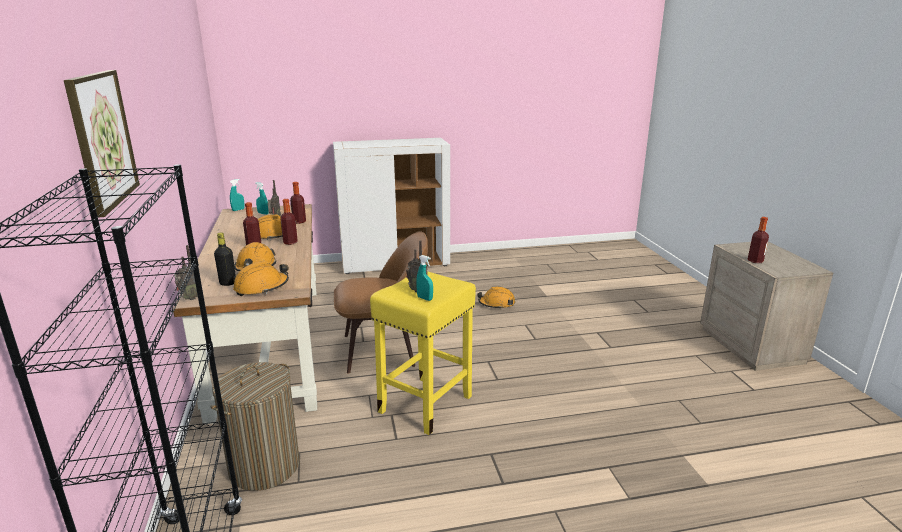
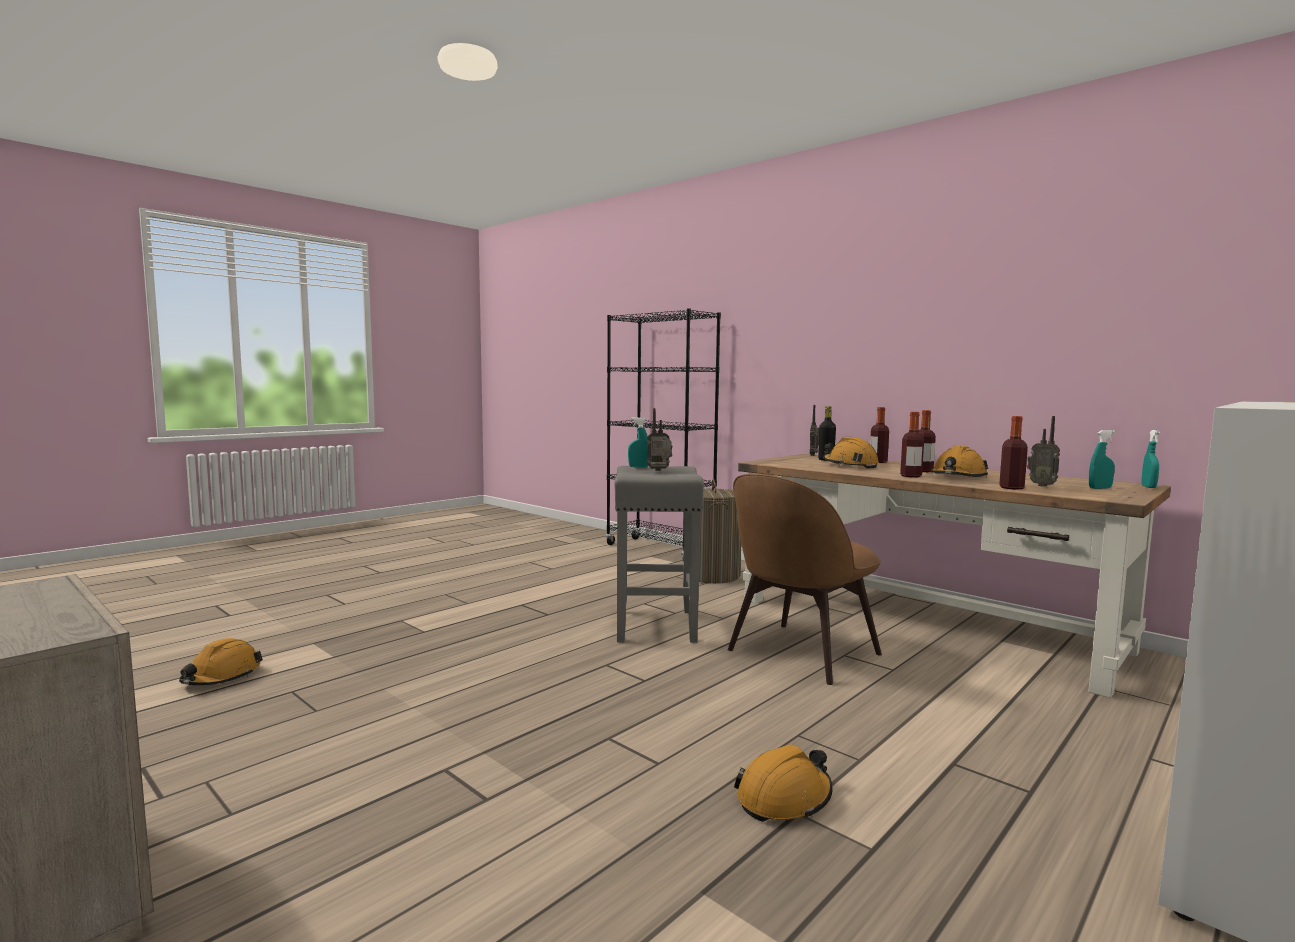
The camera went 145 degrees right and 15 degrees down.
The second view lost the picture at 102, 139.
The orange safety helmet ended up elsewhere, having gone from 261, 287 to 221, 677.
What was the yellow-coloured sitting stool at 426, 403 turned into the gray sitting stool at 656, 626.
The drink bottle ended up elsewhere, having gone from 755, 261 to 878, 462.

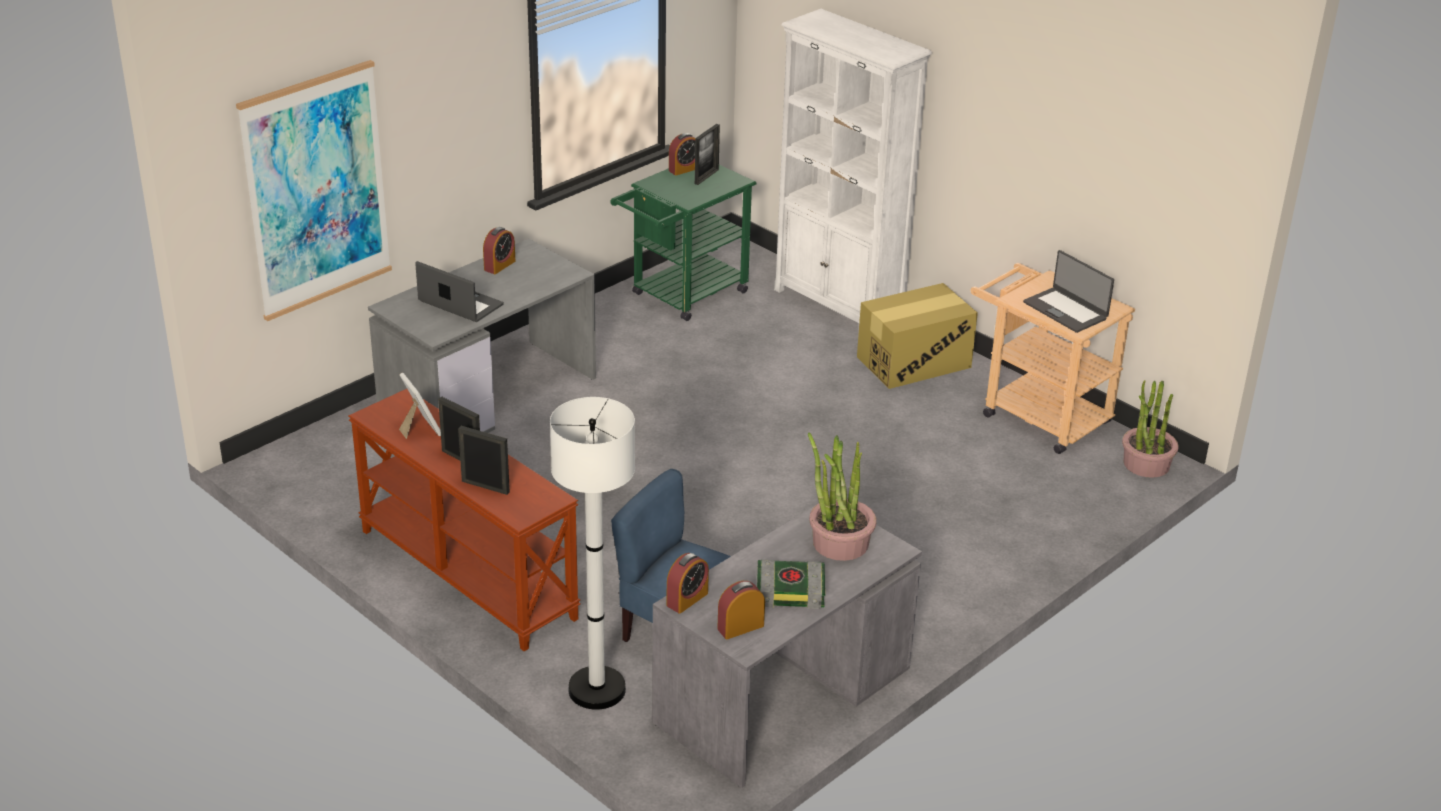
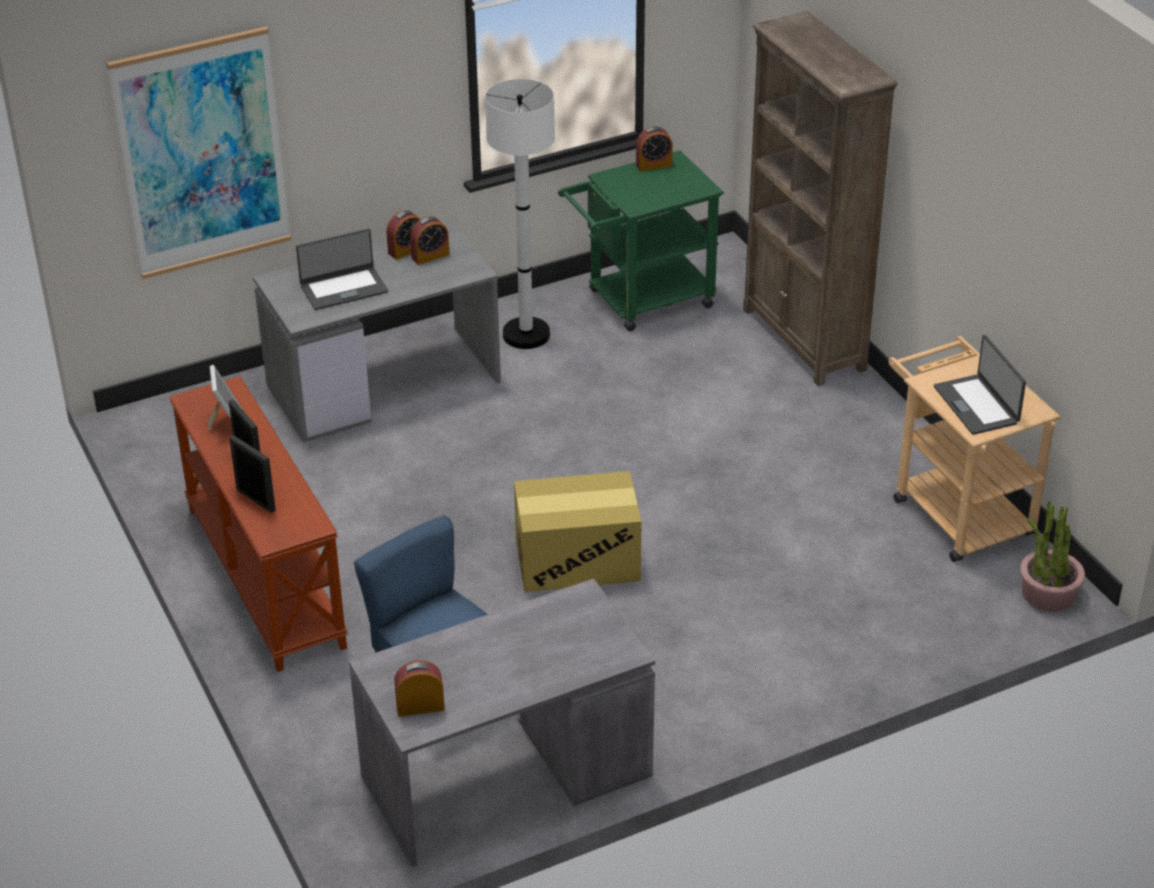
The camera went 20 degrees right and 5 degrees up.
The notebook computer at 460, 304 ended up facing another way, 105 degrees clockwise from before.
The whitish standing lamp ended up elsewhere, having gone from 597, 690 to 526, 335.
The bedside clock ended up elsewhere, having gone from 687, 599 to 430, 256.
The second view lost the standing frame at 706, 176.
The second view lost the book at 791, 590.
What was the whitish bookcase at 839, 305 turned into the brownish bookcase at 804, 340.
The second view lost the plant in a pot at 840, 543.
The cardboard box ended up elsewhere, having gone from 914, 362 to 578, 560.

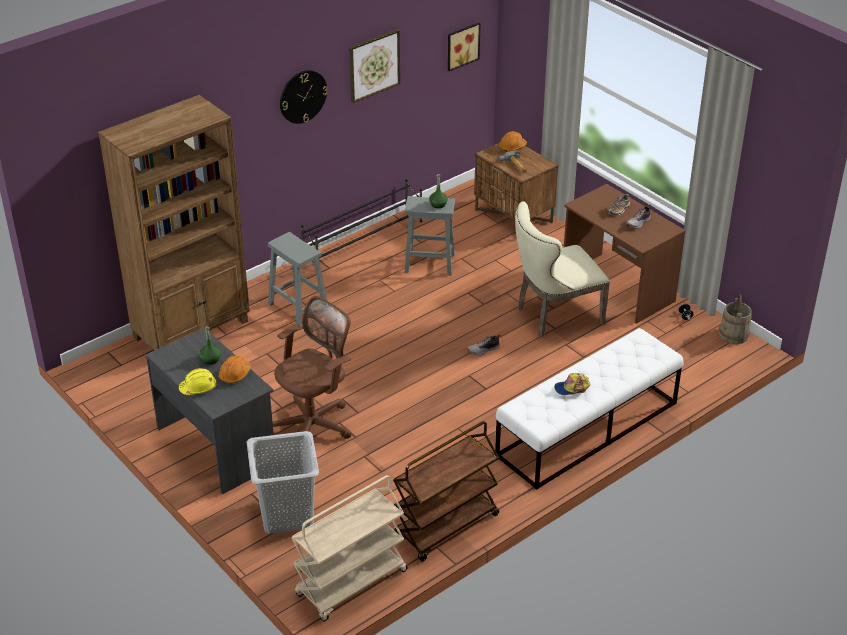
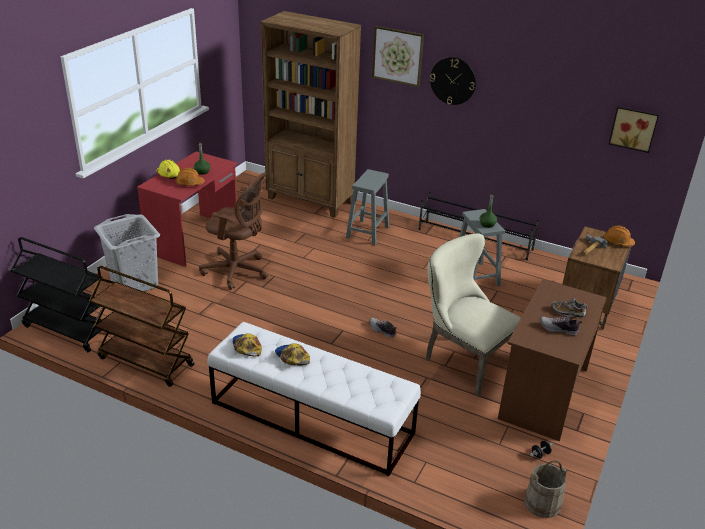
The camera went 65 degrees right and 5 degrees down.
What was the gray desk at 217, 446 turned into the reddish desk at 194, 239.
What was the beige cart at 351, 584 turned into the blackish cart at 67, 330.
The picture ended up elsewhere, having gone from 374, 65 to 397, 56.
The second view gained the peaked cap at 246, 347.

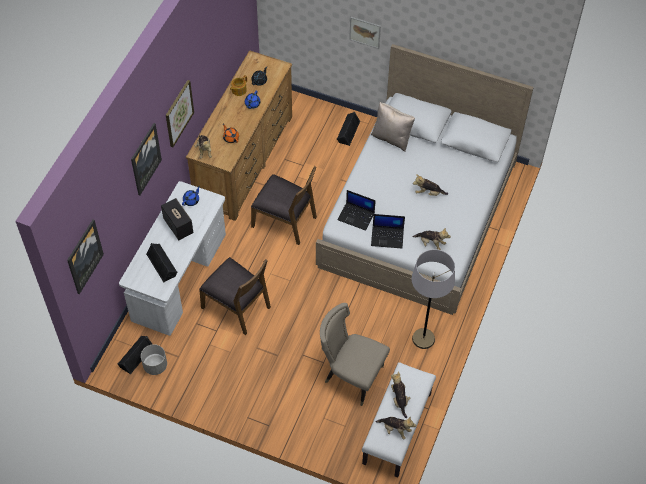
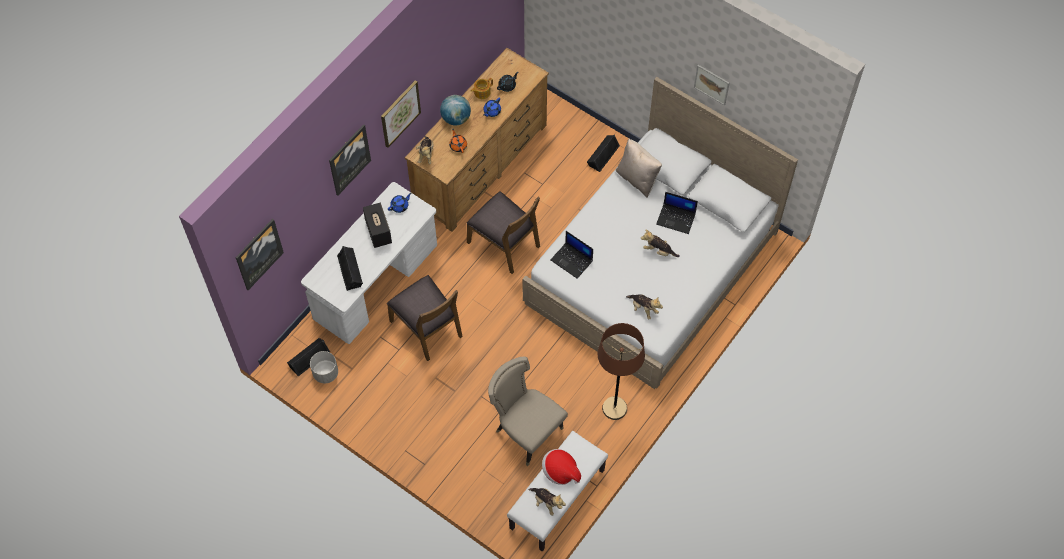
The camera went 15 degrees right and 5 degrees up.
The picture ended up elsewhere, having gone from 365, 32 to 711, 84.
The notebook computer ended up elsewhere, having gone from 387, 237 to 676, 218.
Where the plush toy stood at 399, 399, the wearable hat came to stand at 560, 471.
What was the gray standing lamp at 423, 339 turned into the brownish standing lamp at 614, 408.
The second view gained the desk globe at 456, 118.

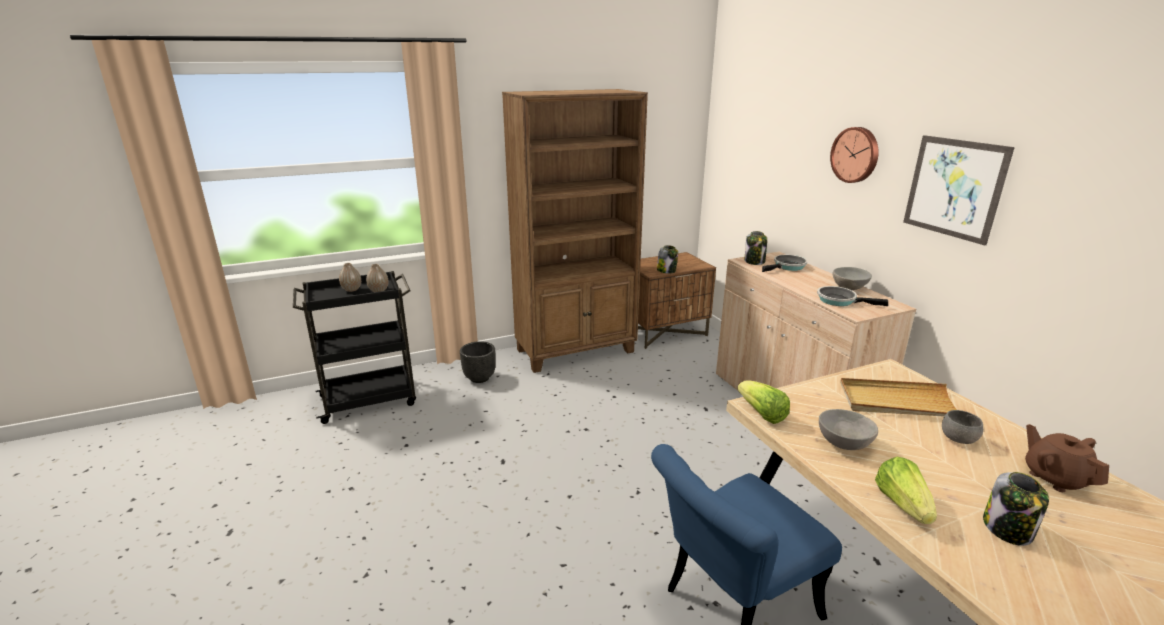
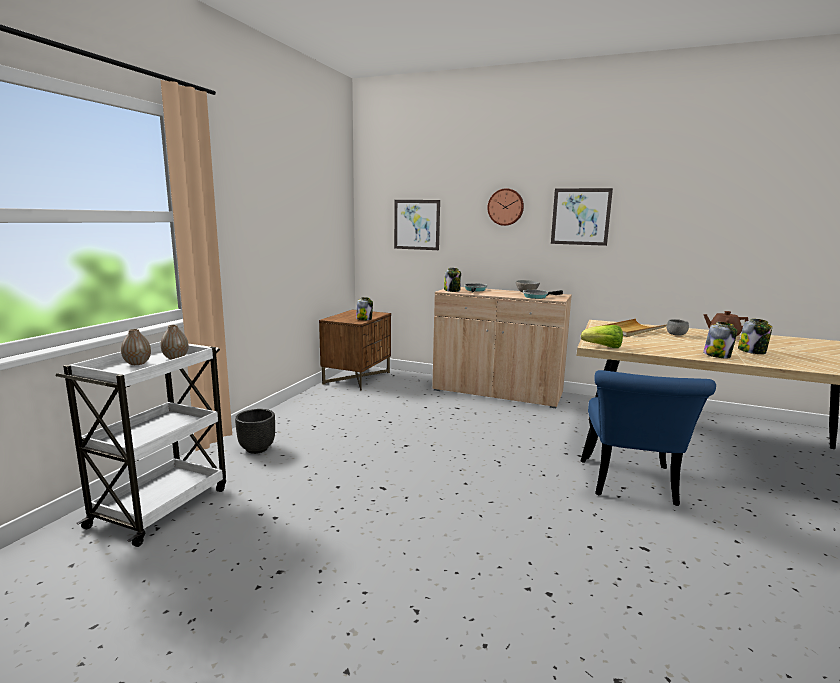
The camera went 45 degrees left and 10 degrees down.
What was the blackish cart at 370, 400 turned into the whitish cart at 162, 506.
The second view lost the brownish bookcase at 576, 351.
The second view lost the gray bowl at 843, 443.
Where the lettuce head stood at 902, 504, the preserve jar came to stand at 717, 355.
The second view gained the picture at 416, 224.

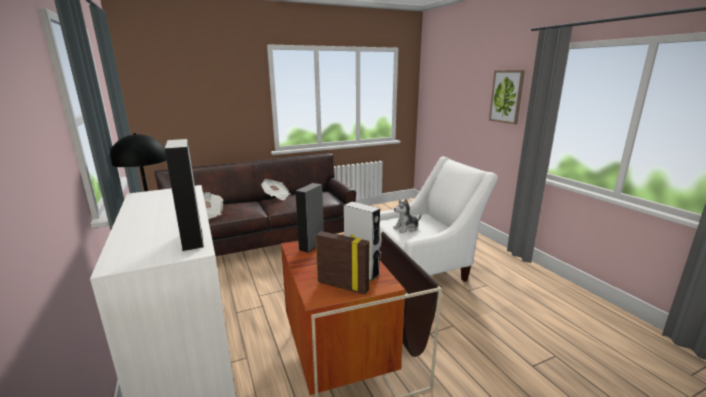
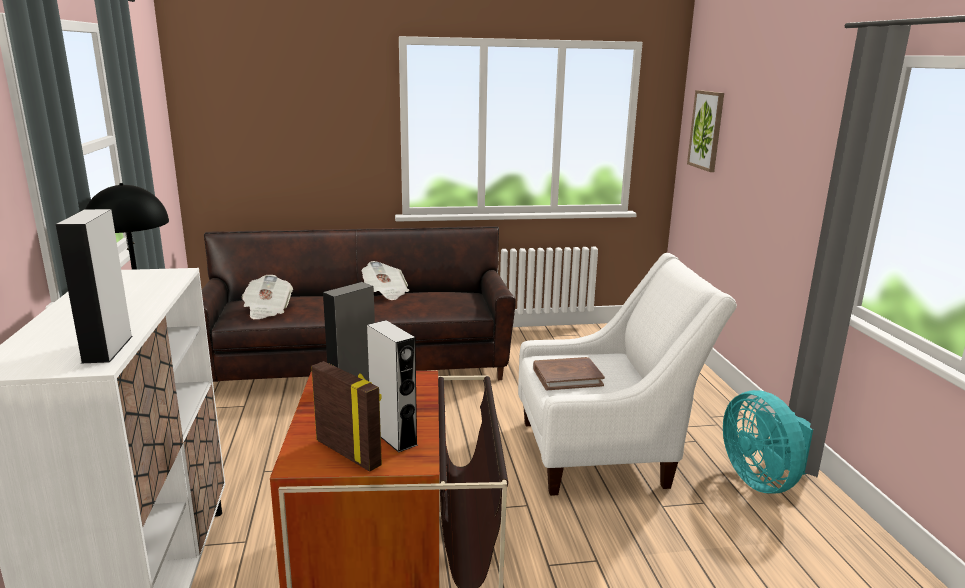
The camera went 15 degrees right and 0 degrees up.
Where the plush toy stood at 406, 228, the brownish book came to stand at 567, 377.
The picture ended up elsewhere, having gone from 506, 96 to 706, 130.
The second view gained the blue-green cooling fan at 762, 480.

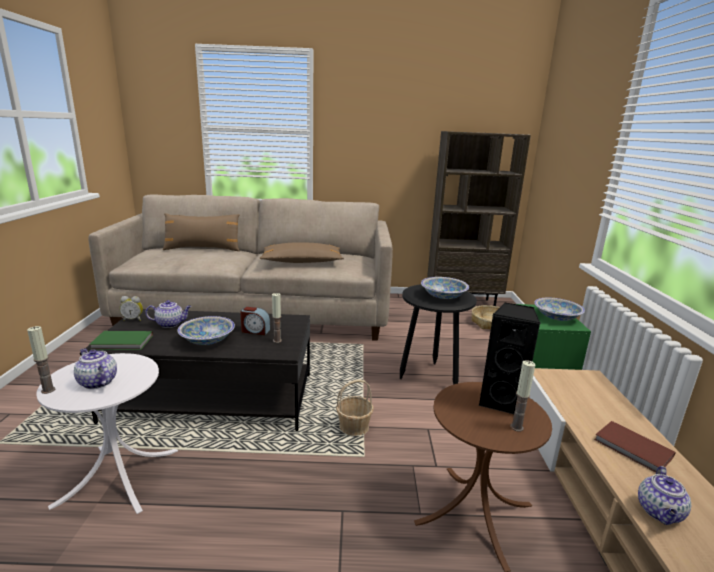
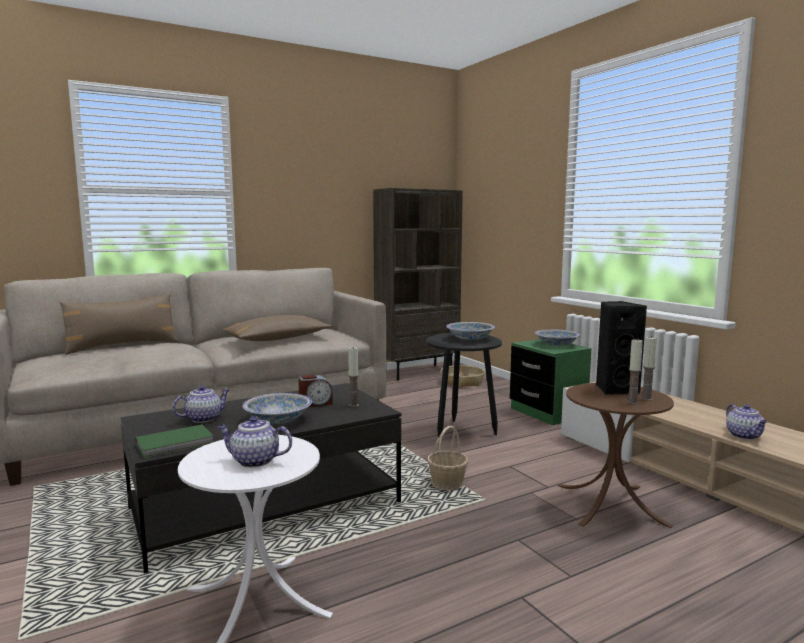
The camera went 30 degrees left and 10 degrees down.
The wax light ended up elsewhere, having gone from 48, 390 to 632, 402.
The second view lost the bedside clock at 133, 319.
The second view lost the brownish book at 633, 449.

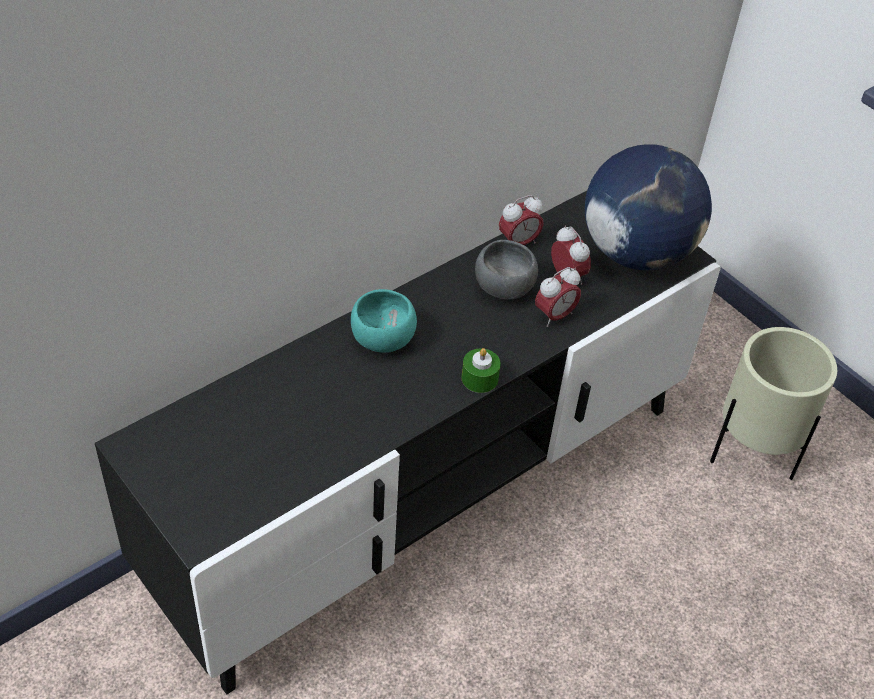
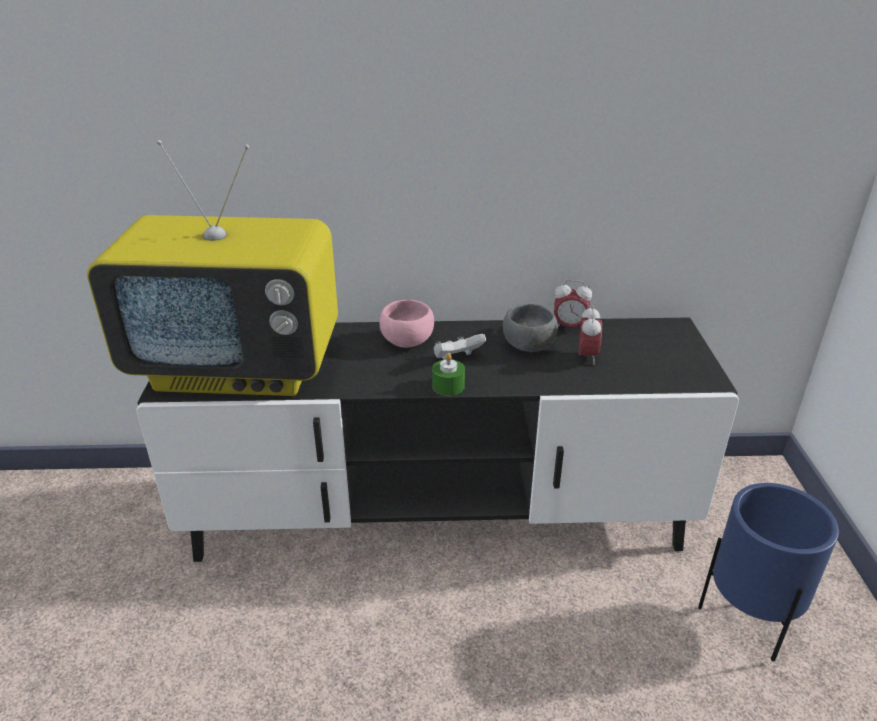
The camera went 40 degrees right and 15 degrees down.
What was the blue-green bowl at 381, 338 turned into the pinkish bowl at 407, 340.
The second view lost the bedside clock at 554, 316.
The second view lost the desk globe at 636, 252.
What was the beige planter at 752, 453 turned into the blue-coloured planter at 748, 621.
The second view gained the TV set at 240, 368.
The second view gained the whitish gamepad at 457, 358.

